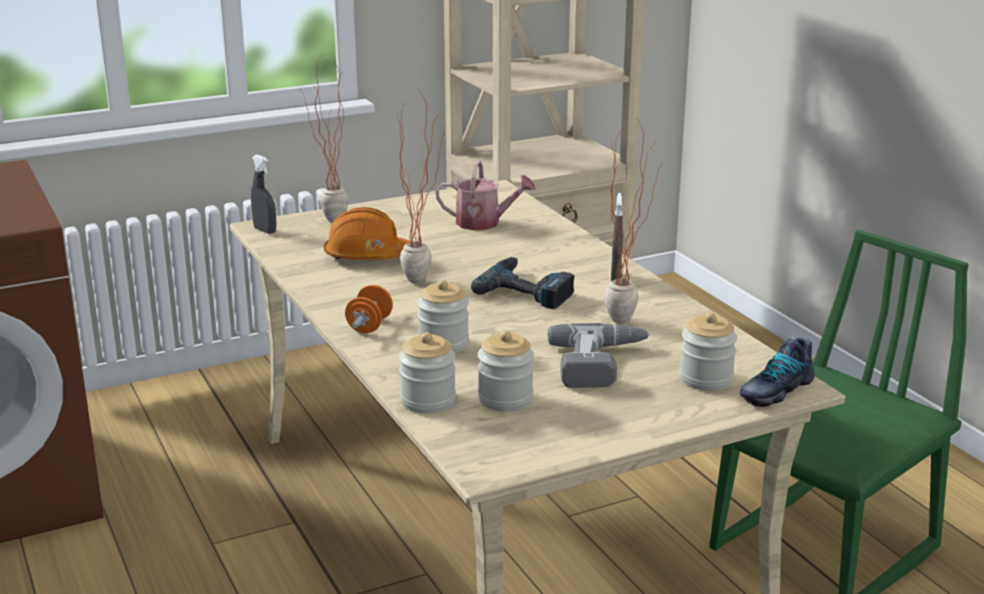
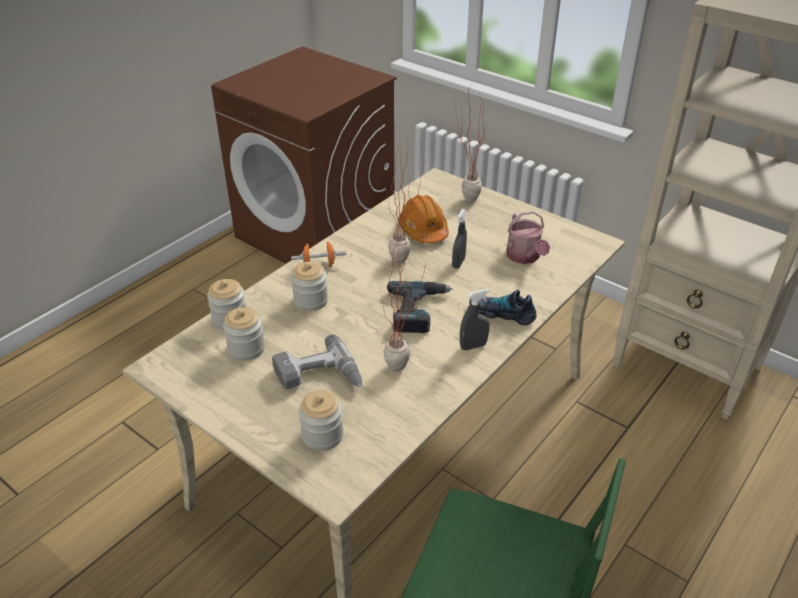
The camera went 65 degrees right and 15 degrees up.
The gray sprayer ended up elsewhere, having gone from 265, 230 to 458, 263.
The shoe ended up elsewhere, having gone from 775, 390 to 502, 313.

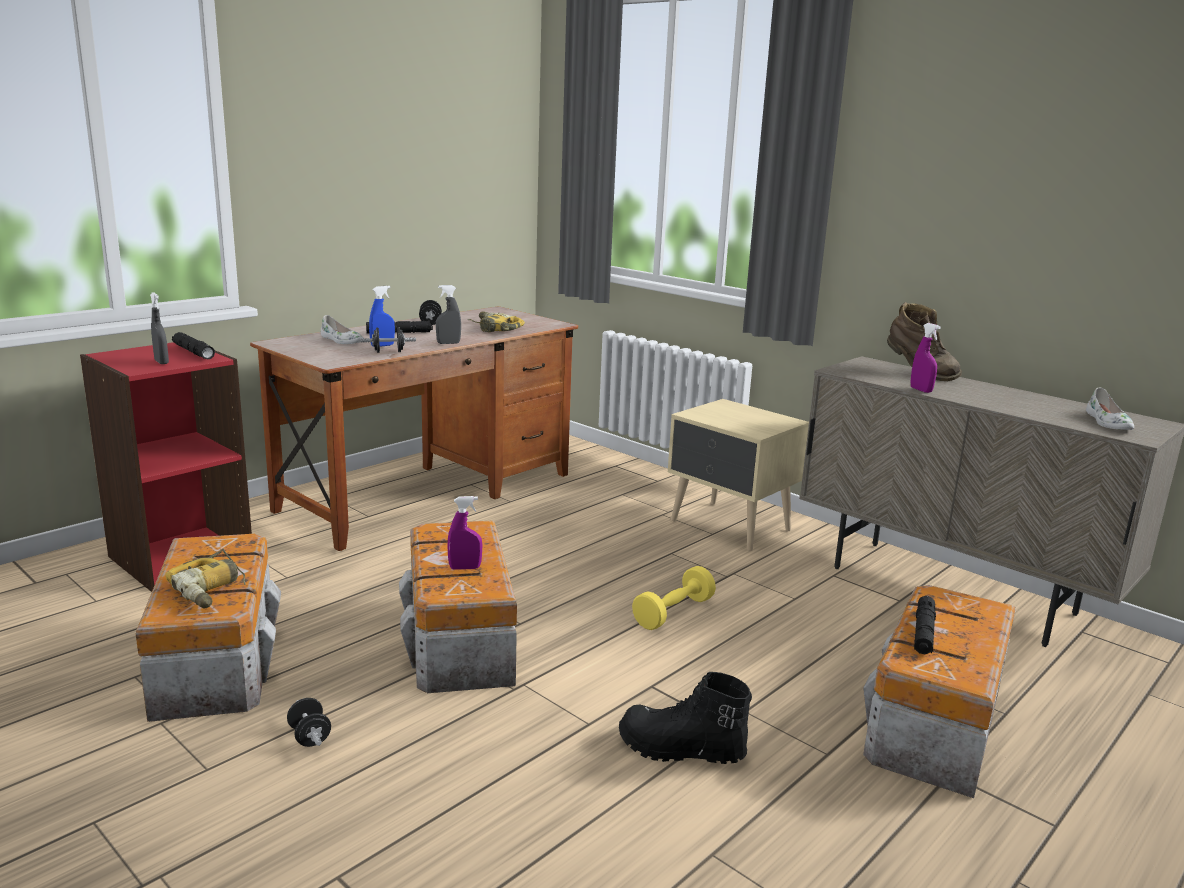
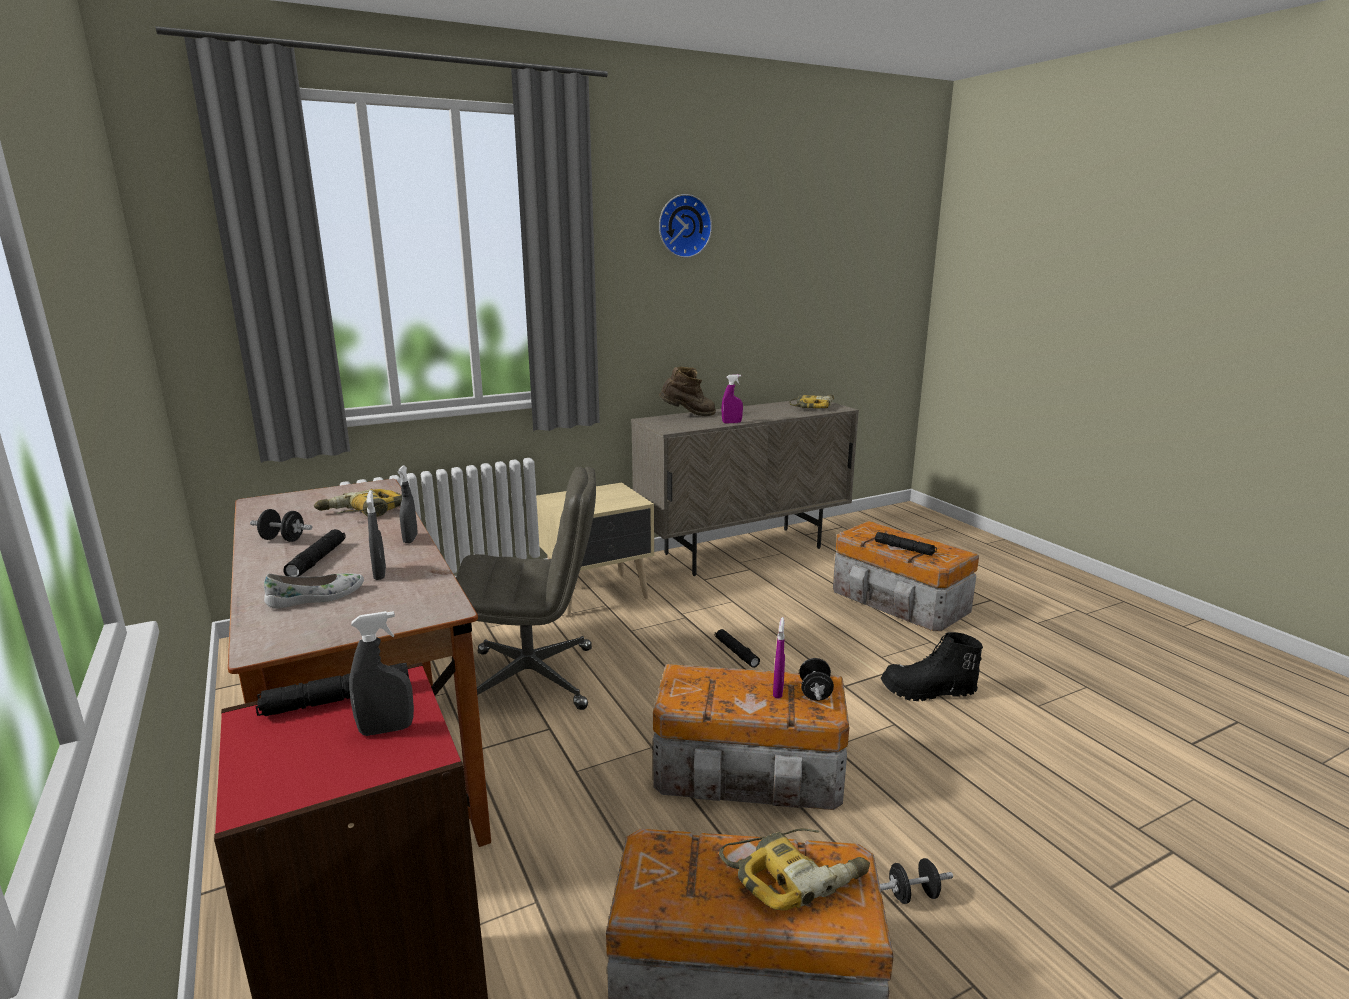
The camera went 70 degrees left and 0 degrees up.
The blackish hand weight ended up elsewhere, having gone from 388, 352 to 815, 692.
What was the blue-coloured sprayer at 382, 345 turned into the gray sprayer at 380, 574.
The blackish high-top boot at 680, 750 ended up facing another way, 60 degrees clockwise from before.
Where the yellow-coloured hand weight stood at 673, 613, the blackish torch came to stand at 736, 652.
Where the whitish shoe stood at 1107, 422, the power drill came to stand at 812, 407.
The second view gained the gray desk chair at 532, 679.
The second view gained the wall clock at 683, 226.

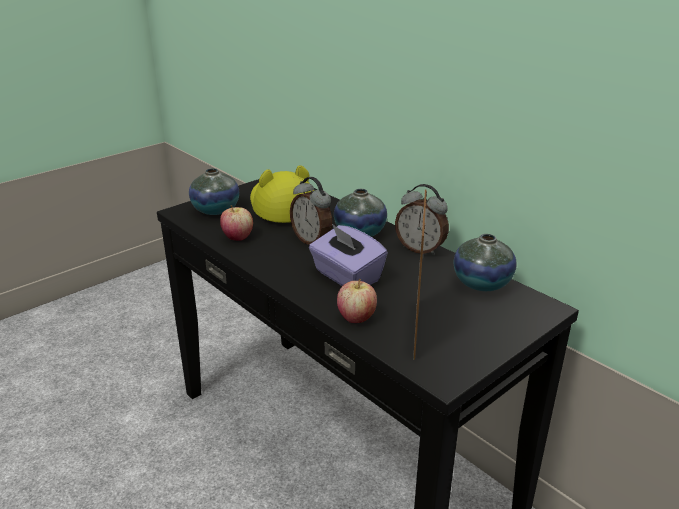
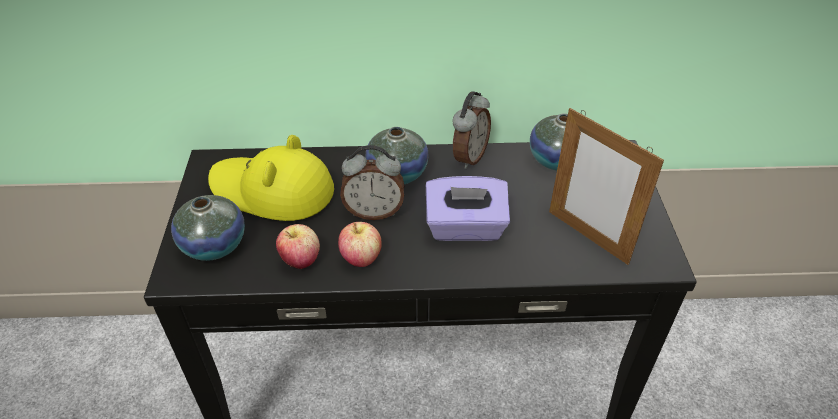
The camera went 50 degrees left and 15 degrees up.
The whole apple ended up elsewhere, having gone from 356, 317 to 361, 258.
The bedside clock at 420, 249 ended up facing another way, 45 degrees counterclockwise from before.

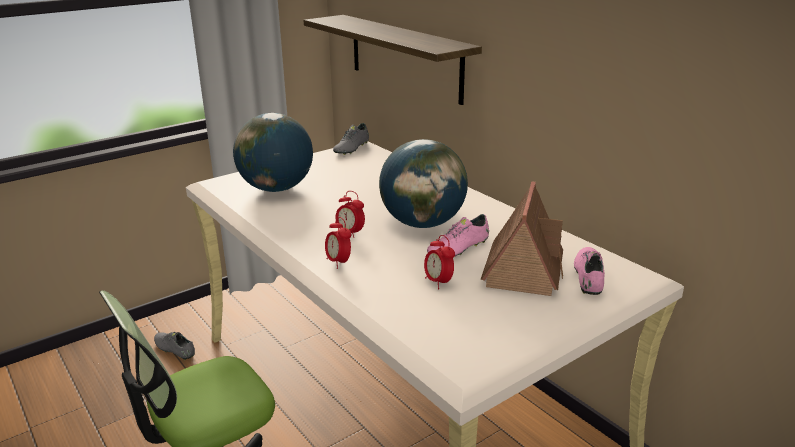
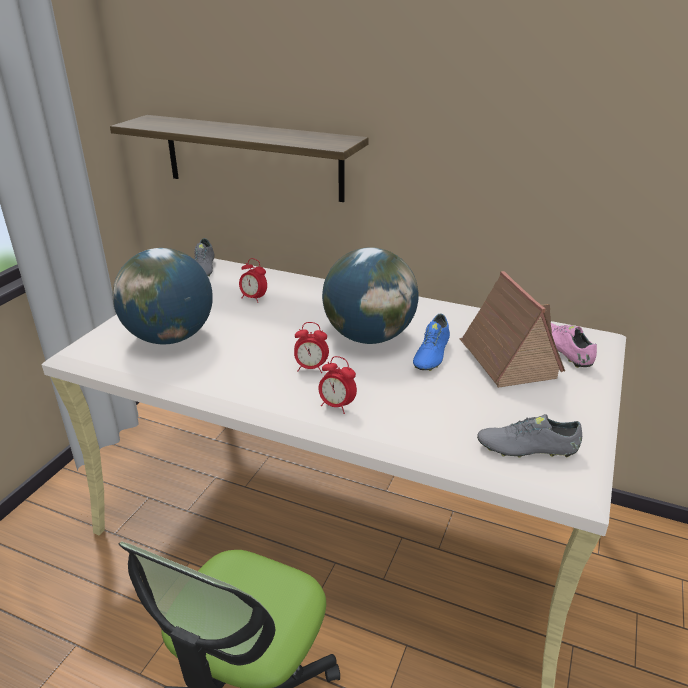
The camera went 30 degrees left and 5 degrees up.
The gray shoe ended up elsewhere, having gone from 175, 350 to 527, 449.
The bedside clock ended up elsewhere, having gone from 438, 282 to 254, 298.
What was the pinkish shoe at 458, 249 turned into the blue-coloured shoe at 431, 355.

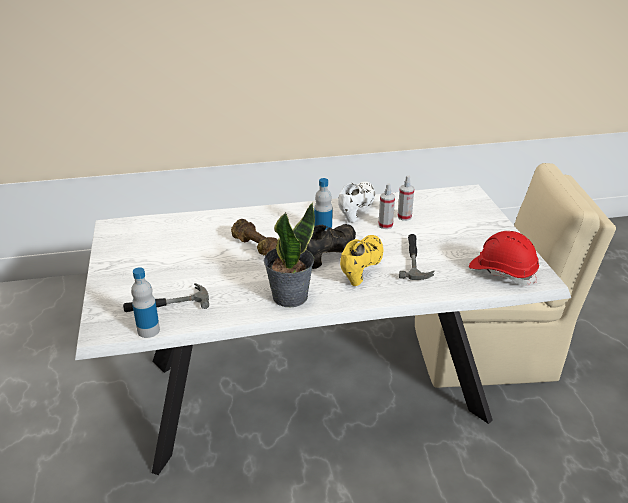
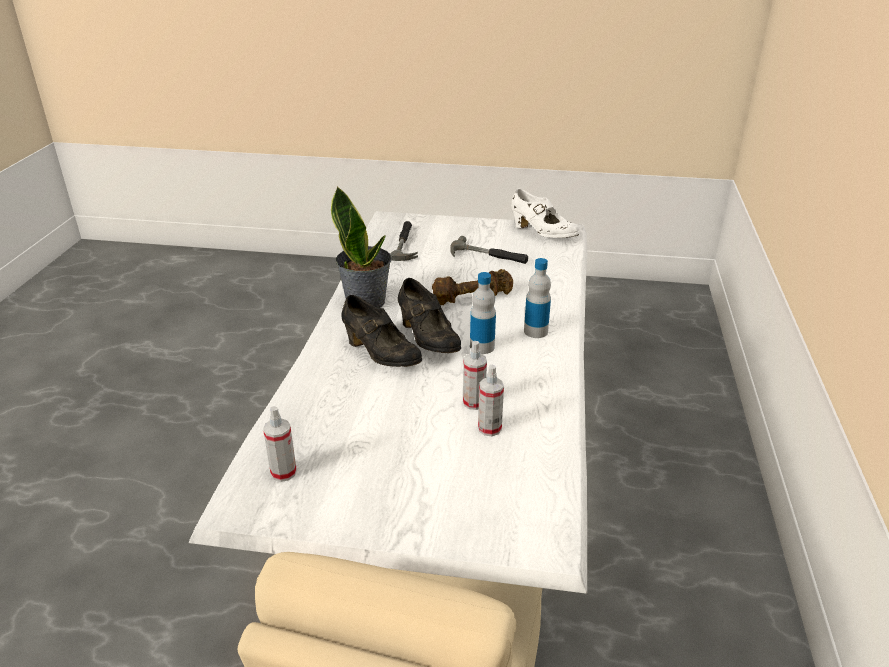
The camera went 110 degrees right and 0 degrees up.
The drink bottle ended up elsewhere, having gone from 148, 330 to 535, 331.
The whitish shoe ended up elsewhere, having gone from 356, 210 to 542, 234.
What was the yellow-coloured shoe at 361, 269 turned into the blackish shoe at 381, 355.
The hammer ended up elsewhere, having gone from 415, 259 to 488, 256.
Where the reddish safety helmet stood at 502, 271, the sprayer came to stand at 283, 472.

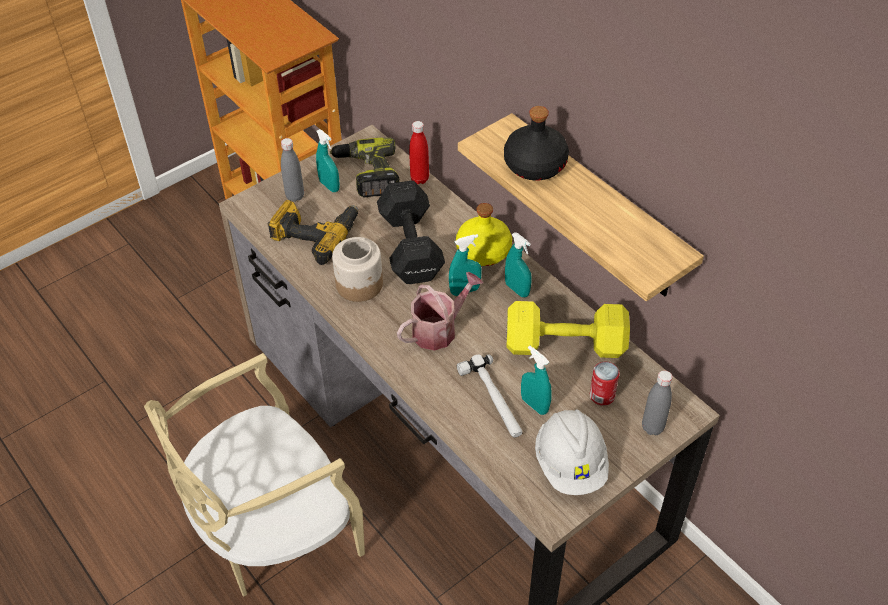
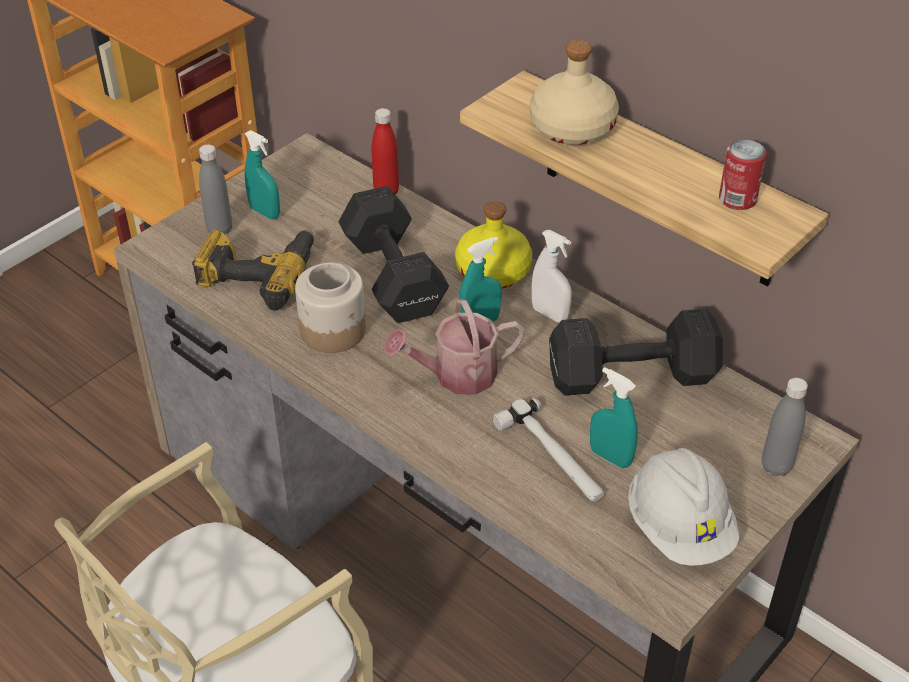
The camera went 10 degrees left and 5 degrees down.
The second view lost the power drill at 367, 174.
The sprinkling can at 439, 329 ended up facing another way, 150 degrees counterclockwise from before.
What was the blackish drink bottle at 534, 165 turned into the beige drink bottle at 571, 127.
What was the blue-green sprayer at 517, 289 turned into the whitish sprayer at 550, 314.
What was the yellow-coloured hand weight at 562, 344 turned into the blackish hand weight at 627, 375.
The metal can ended up elsewhere, having gone from 602, 395 to 737, 199.

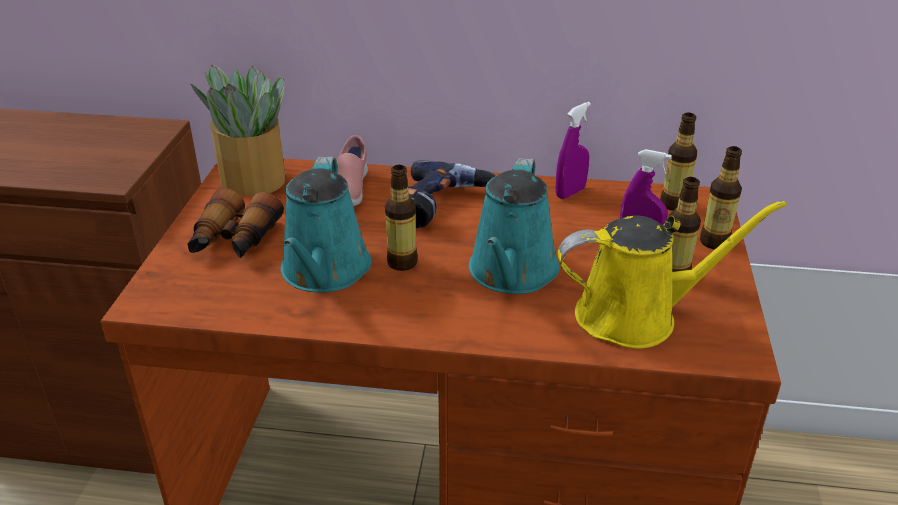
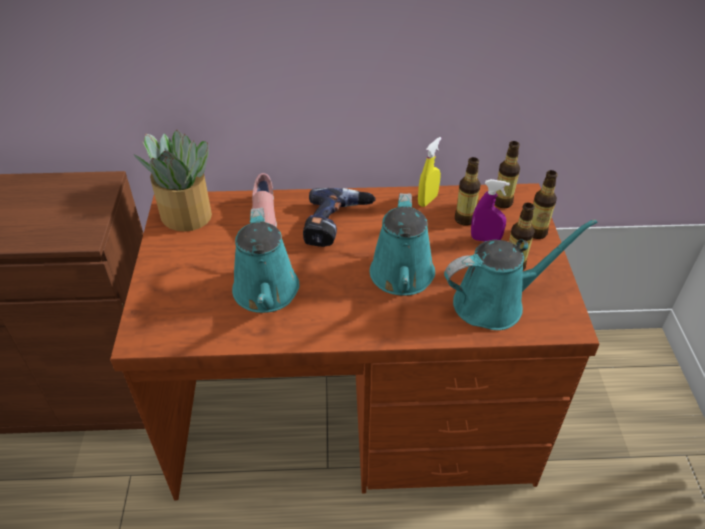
The camera went 10 degrees left and 10 degrees up.
The second view lost the pair of binoculars at 234, 241.
The drink bottle ended up elsewhere, having gone from 402, 262 to 464, 219.
What was the purple sprayer at 570, 192 turned into the yellow-coloured sprayer at 427, 200.
What was the yellow-coloured sprinkling can at 636, 315 turned into the blue-green sprinkling can at 495, 302.

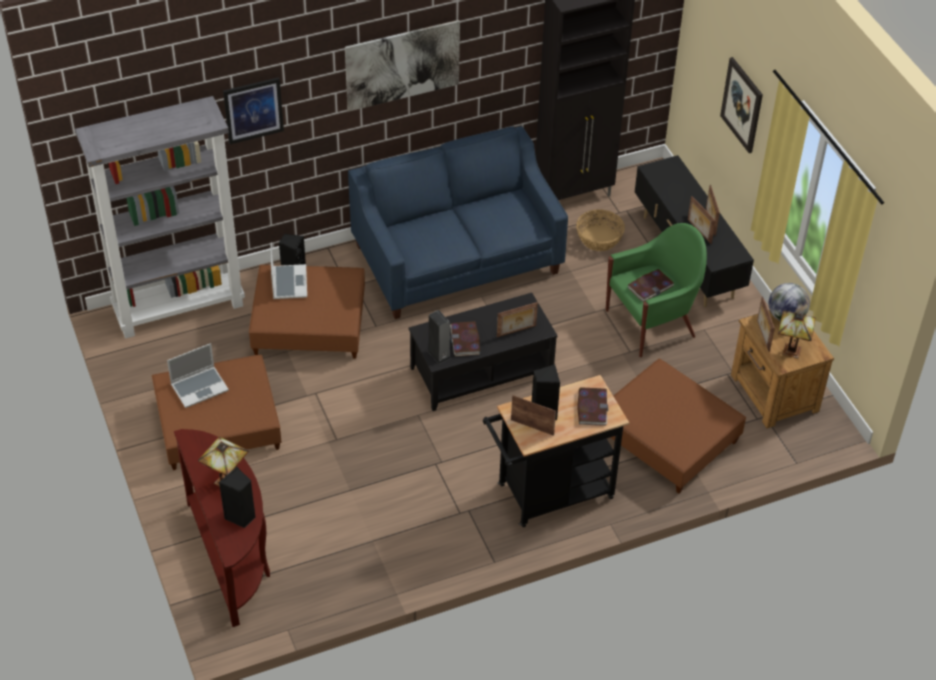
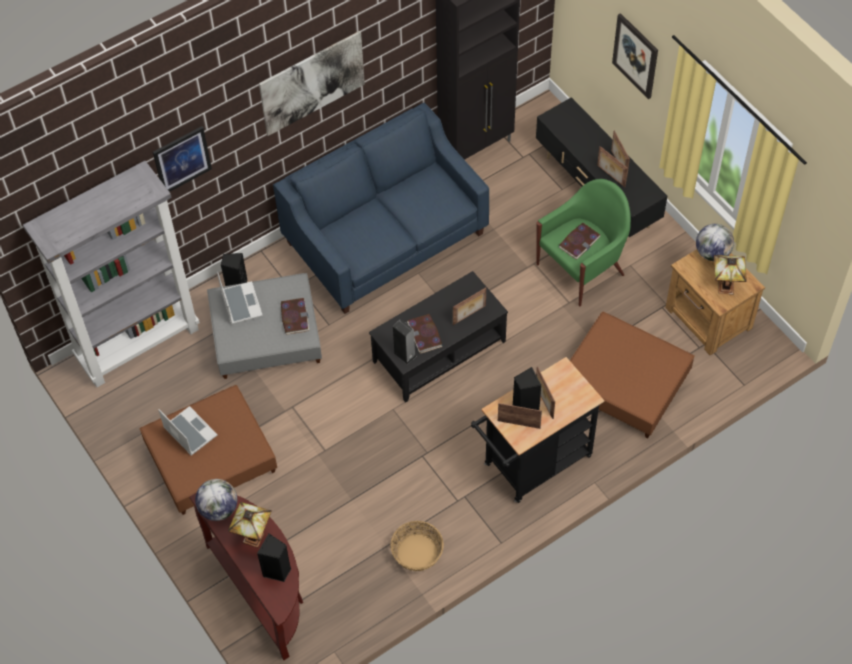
The camera went 10 degrees left and 10 degrees up.
The notebook computer at 200, 387 ended up facing another way, 90 degrees counterclockwise from before.
What was the brownish ottoman at 309, 324 turned into the gray ottoman at 266, 336.
The storage basket ended up elsewhere, having gone from 599, 238 to 417, 552.
The book ended up elsewhere, having gone from 592, 408 to 294, 317.
The standing frame ended up elsewhere, having gone from 762, 336 to 543, 401.
The second view gained the desk globe at 218, 509.

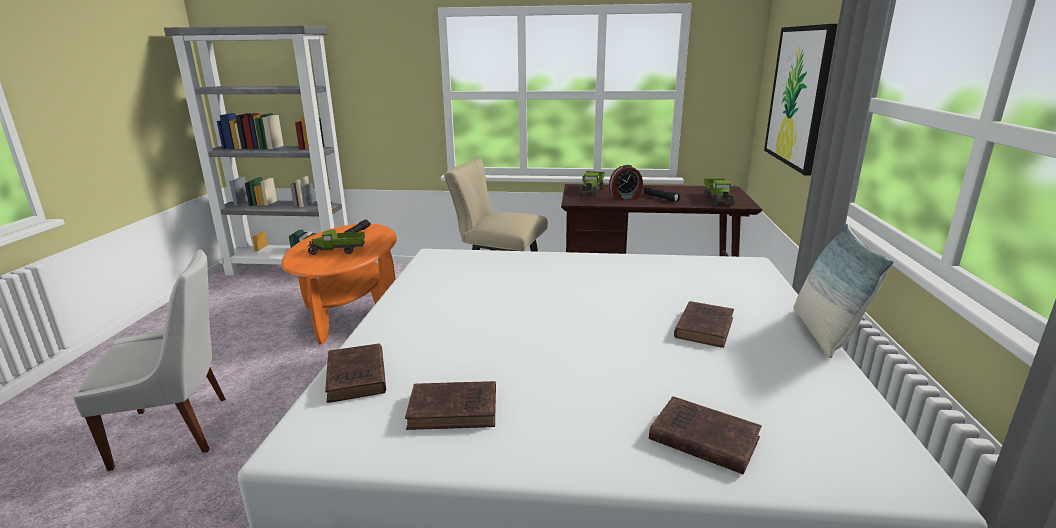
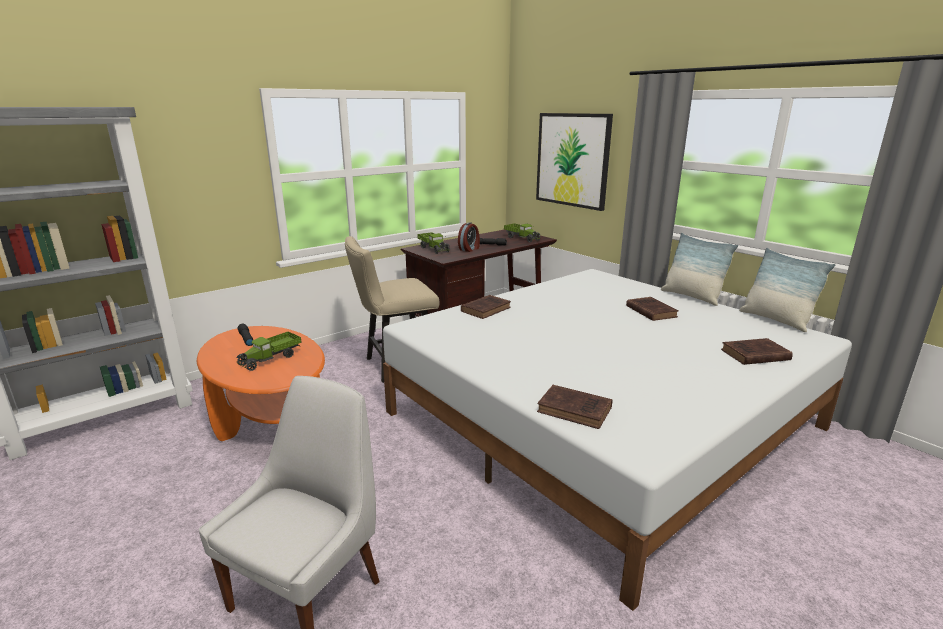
The camera went 45 degrees left and 0 degrees up.
The brownish book ended up elsewhere, having gone from 456, 410 to 486, 309.
The second view gained the pillow at 775, 320.

